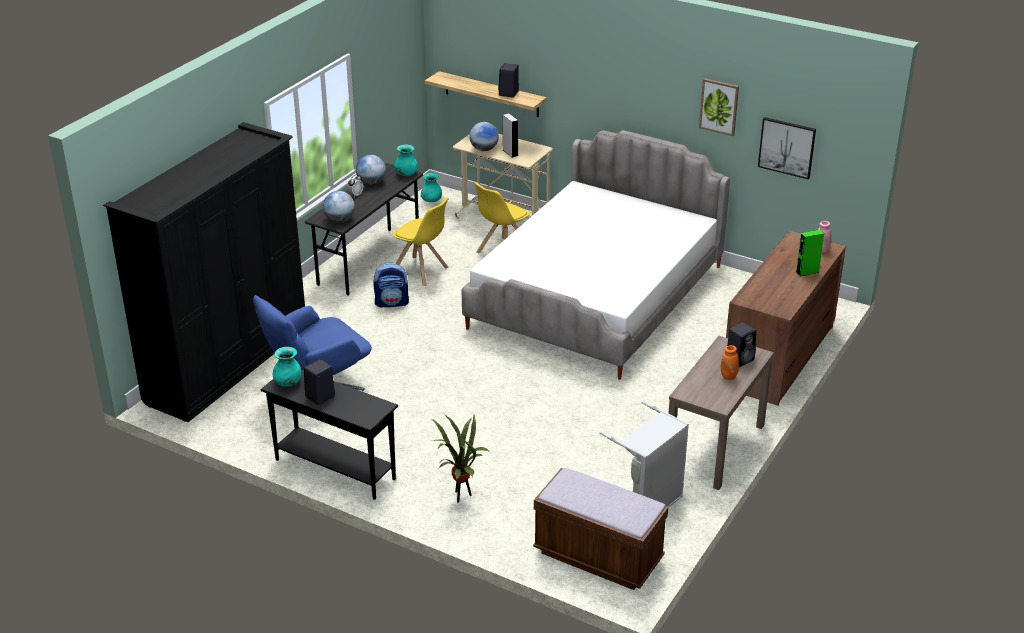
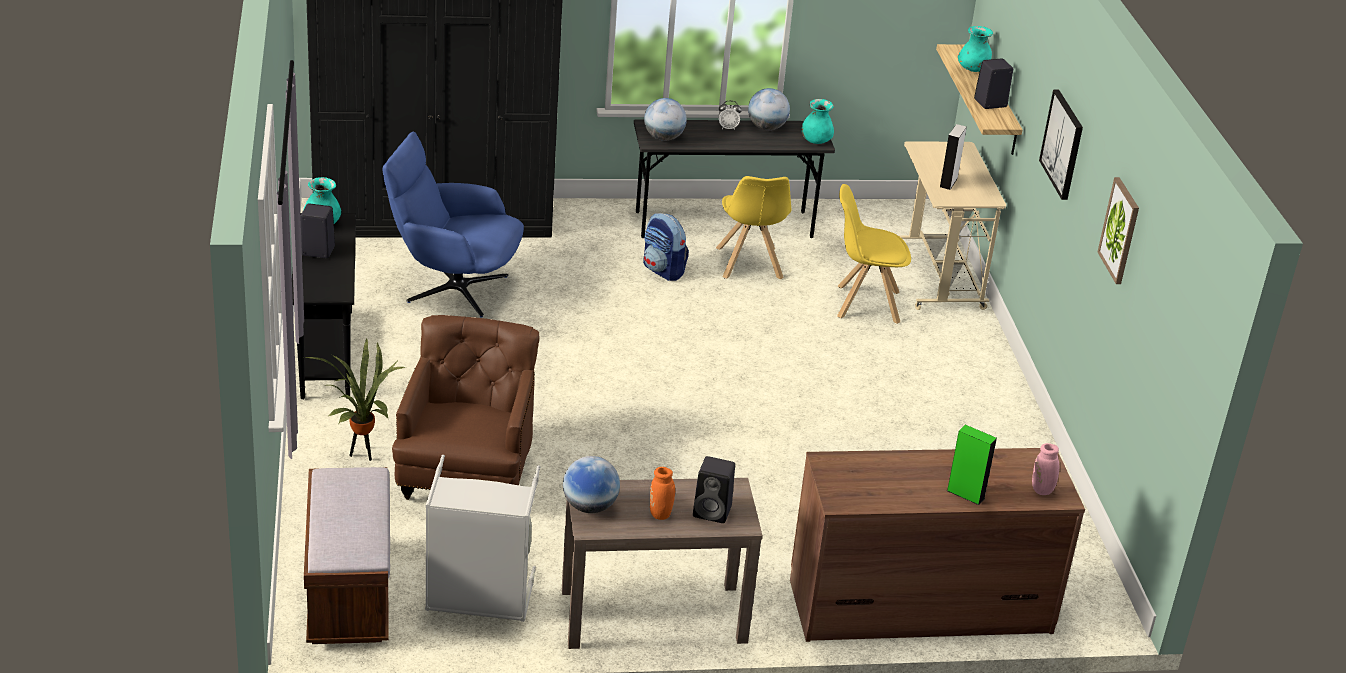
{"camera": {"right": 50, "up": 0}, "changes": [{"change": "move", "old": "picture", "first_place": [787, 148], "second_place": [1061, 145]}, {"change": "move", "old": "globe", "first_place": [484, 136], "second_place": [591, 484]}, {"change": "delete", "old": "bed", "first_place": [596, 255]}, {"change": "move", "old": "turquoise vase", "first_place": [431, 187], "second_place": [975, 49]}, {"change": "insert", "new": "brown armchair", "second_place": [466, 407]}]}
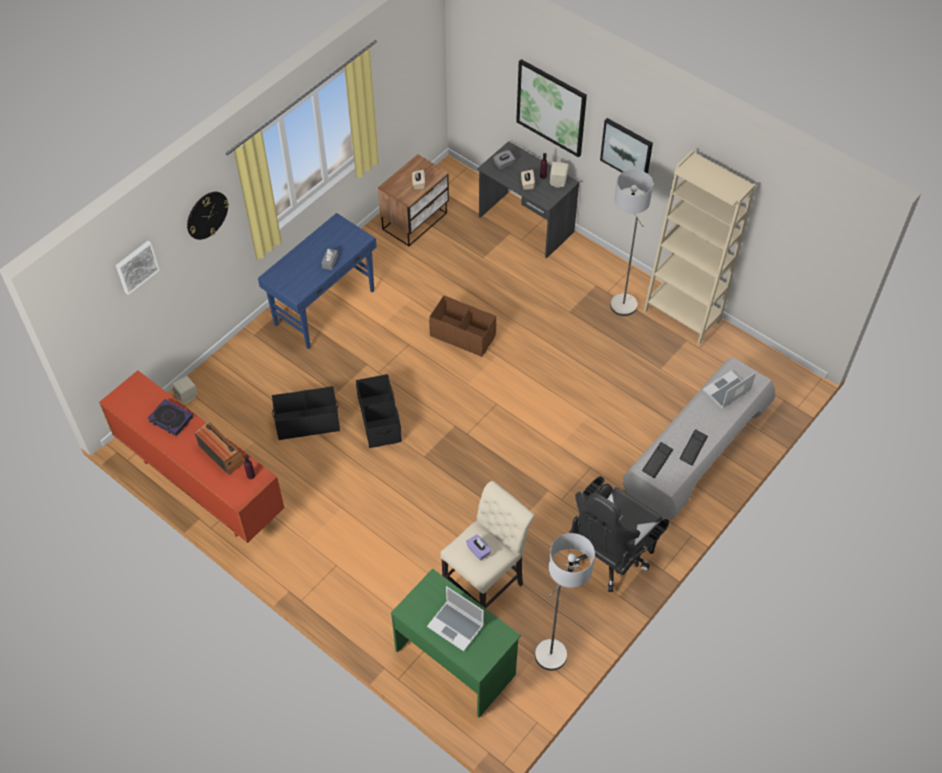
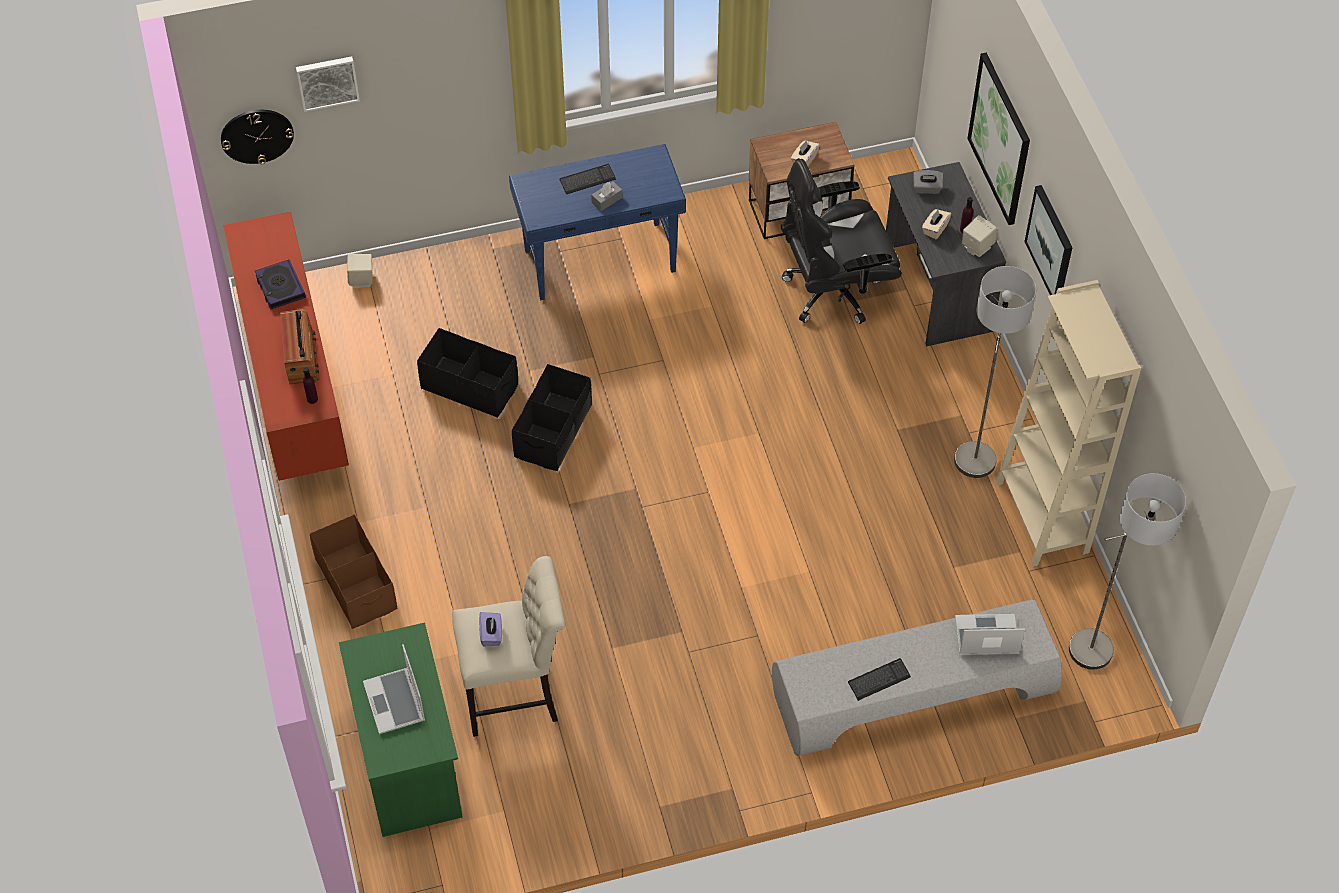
{"camera": {"right": 35, "up": 0}, "changes": [{"change": "move", "old": "wall clock", "first_place": [208, 216], "second_place": [257, 137]}, {"change": "move", "old": "brown storage box", "first_place": [462, 326], "second_place": [353, 571]}, {"change": "move", "old": "keyboard", "first_place": [657, 460], "second_place": [588, 179]}, {"change": "move", "old": "black office chair", "first_place": [619, 534], "second_place": [841, 241]}, {"change": "move", "old": "grey floor lamp", "first_place": [565, 602], "second_place": [1127, 571]}]}
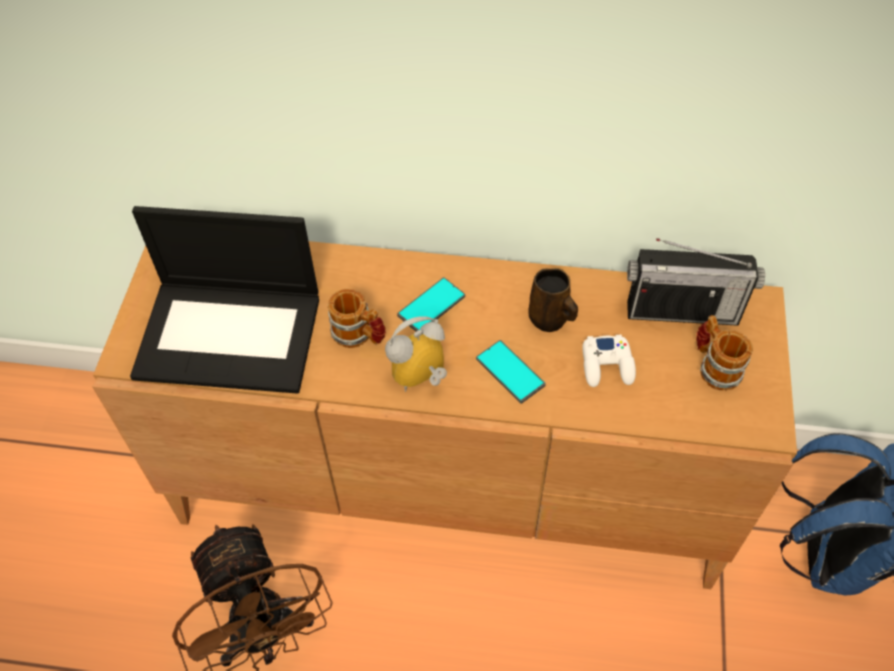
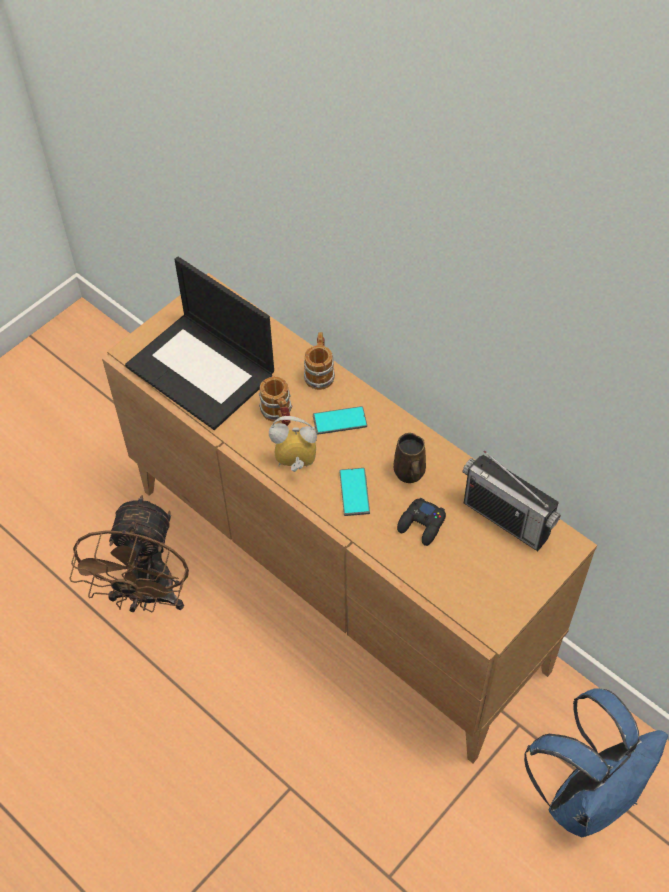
{"camera": {"right": 35, "up": 0}, "changes": [{"change": "move", "old": "mug", "first_place": [724, 353], "second_place": [319, 361]}, {"change": "recolor", "old": "white game controller", "new": "black game controller", "first_place": [609, 361], "second_place": [421, 521]}]}
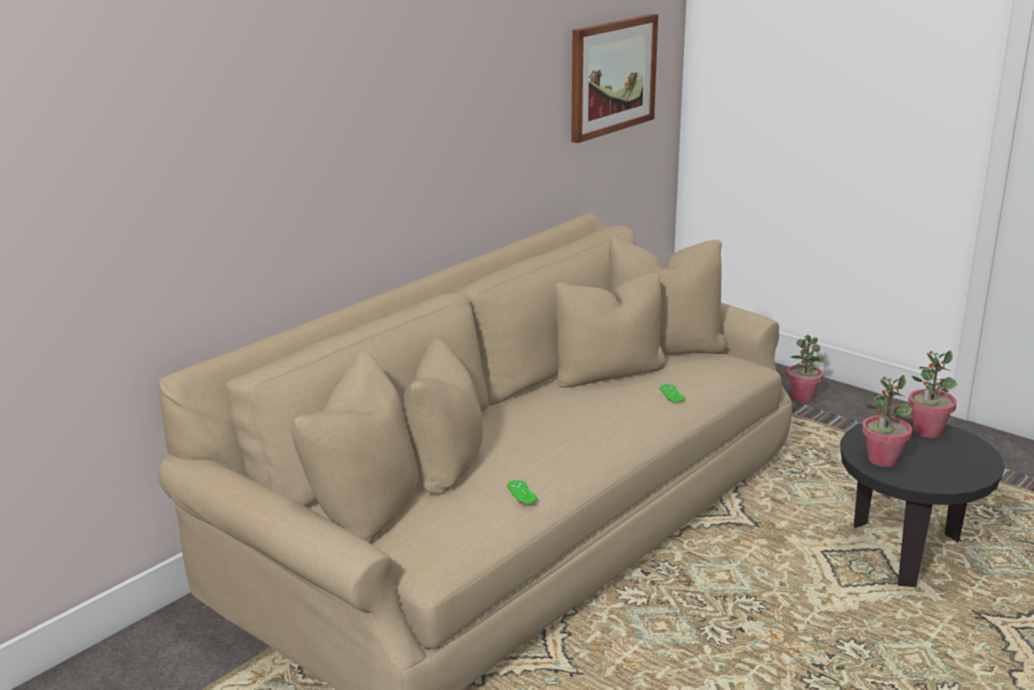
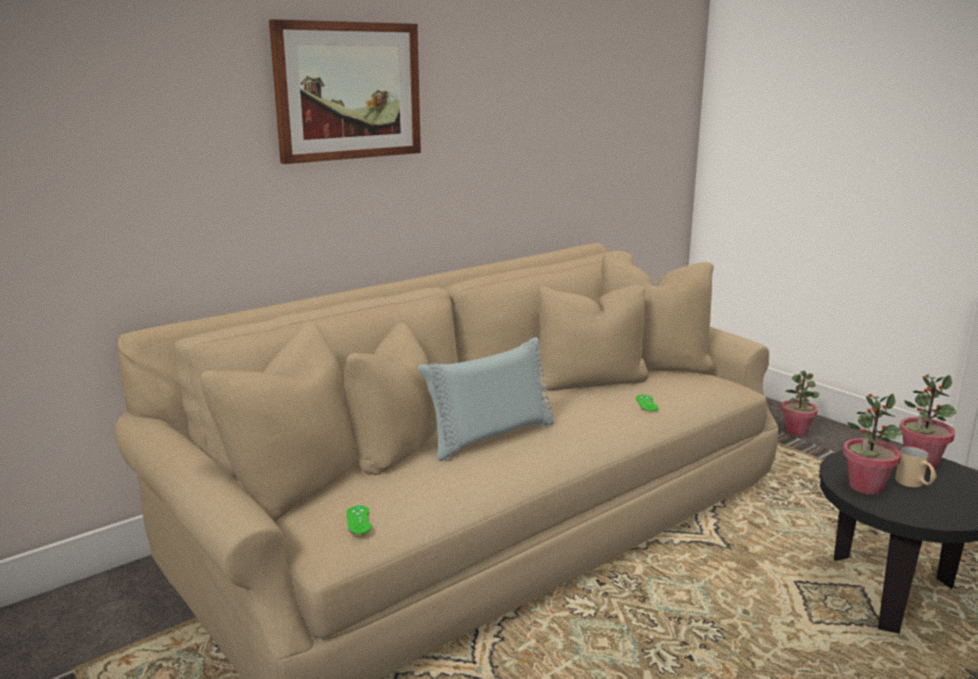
{"camera": {"right": 10, "up": -5}, "changes": [{"change": "move", "old": "picture", "first_place": [614, 78], "second_place": [345, 91]}, {"change": "move", "old": "green game controller", "first_place": [522, 492], "second_place": [359, 520]}, {"change": "insert", "new": "blue pillow", "second_place": [486, 399]}, {"change": "insert", "new": "beige mug", "second_place": [915, 467]}]}
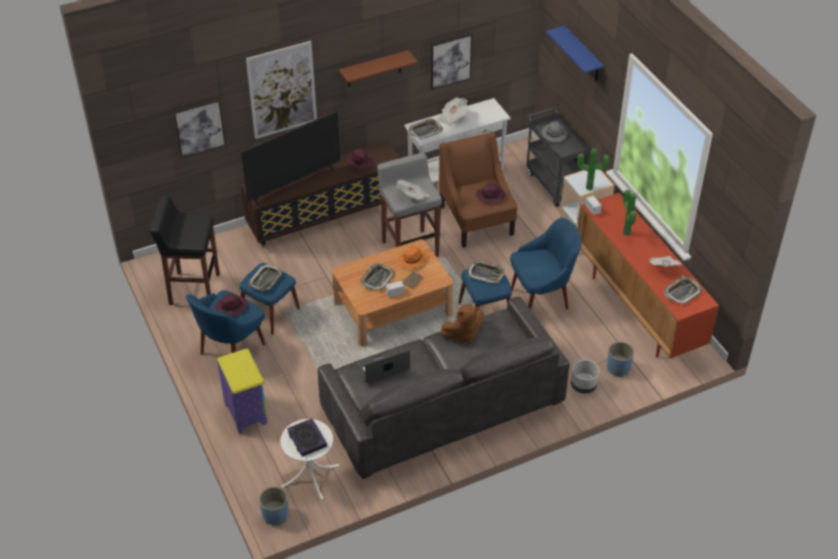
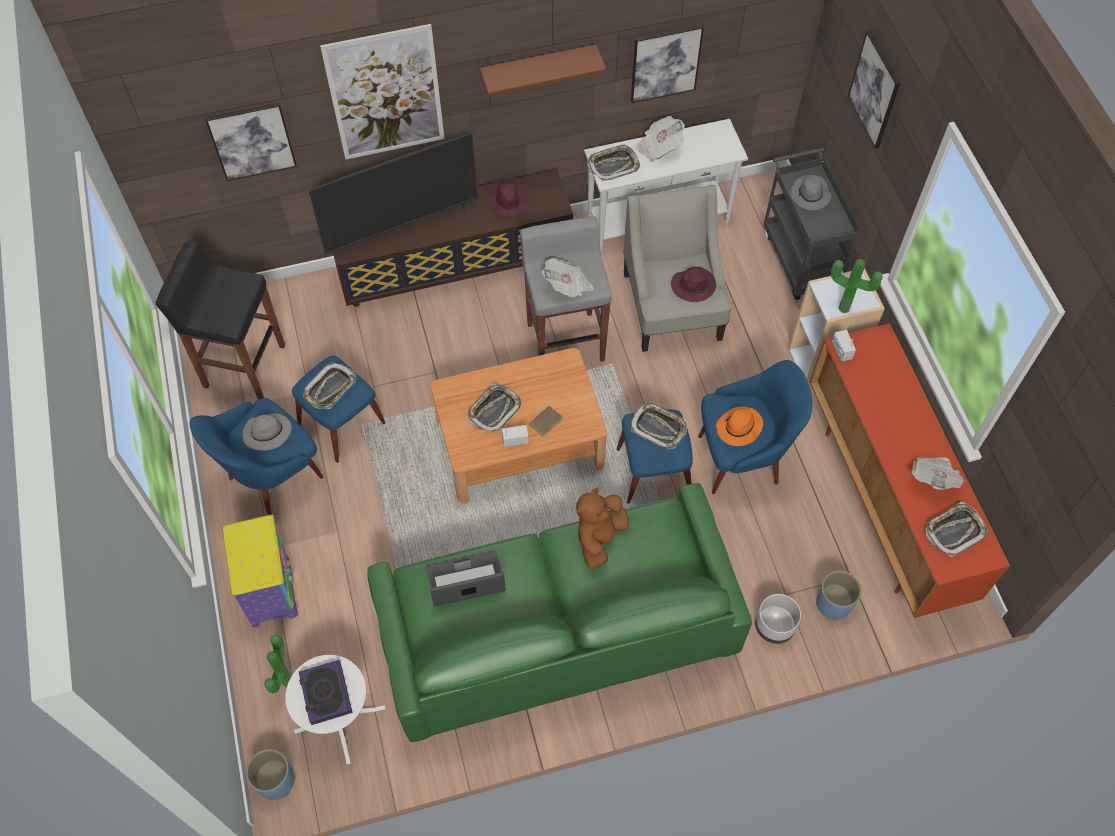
{"camera": {"right": 10, "up": 15}, "changes": [{"change": "replace", "old": "blue shelf", "new": "picture", "first_place": [575, 53], "second_place": [874, 89]}, {"change": "recolor", "old": "brown armchair", "new": "grey armchair", "first_place": [478, 190], "second_place": [677, 268]}, {"change": "move", "old": "potted plant", "first_place": [629, 212], "second_place": [278, 664]}, {"change": "move", "old": "orange hat", "first_place": [412, 257], "second_place": [739, 426]}, {"change": "recolor", "old": "purple hat", "new": "grey hat", "first_place": [231, 305], "second_place": [267, 431]}, {"change": "recolor", "old": "grey sofa", "new": "green sofa", "first_place": [444, 387], "second_place": [559, 612]}, {"change": "rotate", "old": "brown plush toy", "first_place": [462, 324], "second_place": [602, 528], "degrees": 135}]}
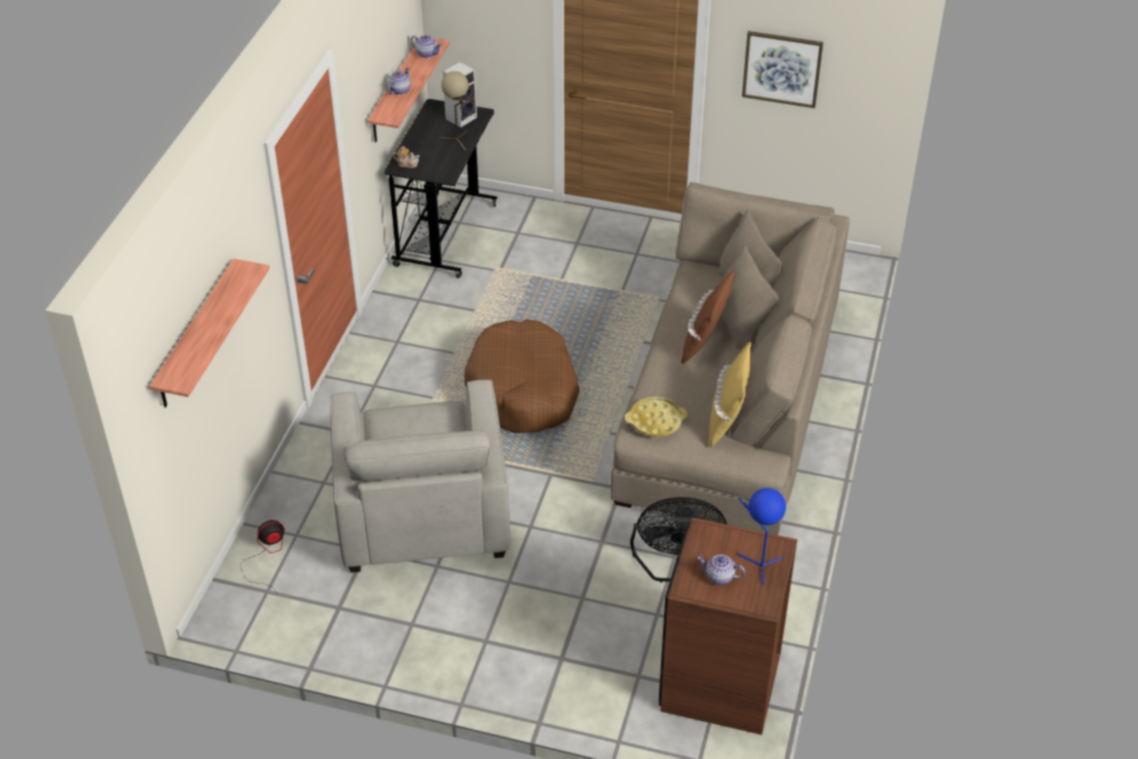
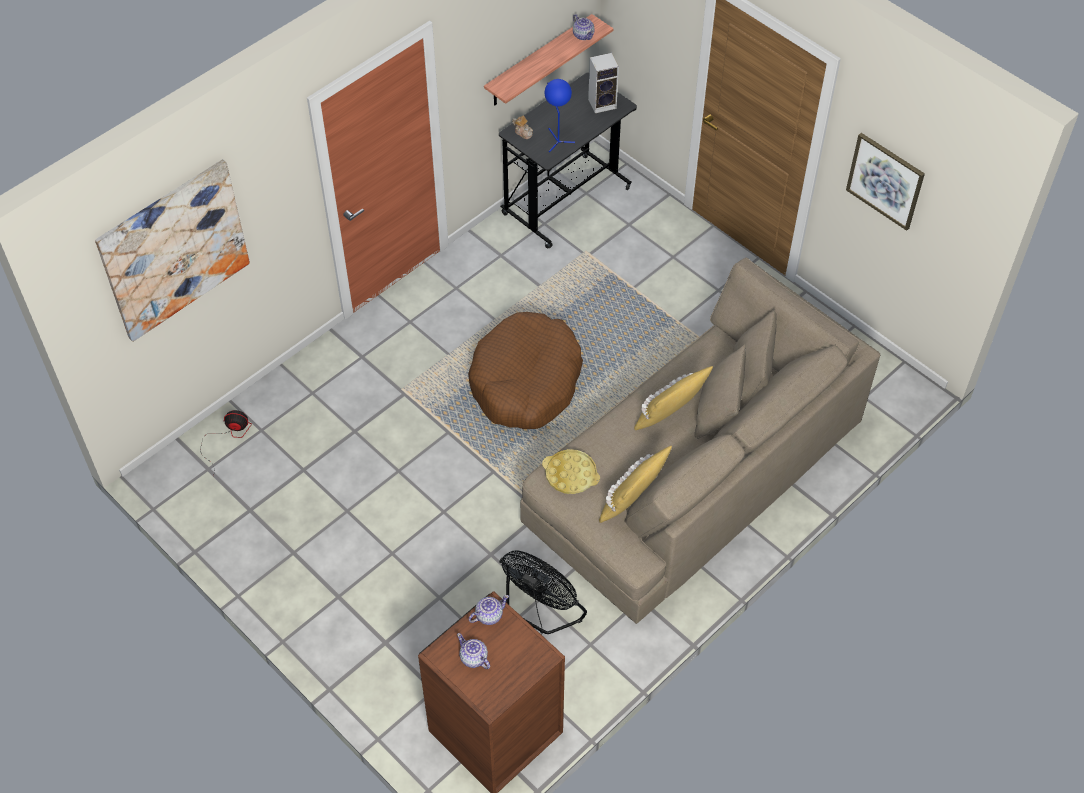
{"camera": {"right": 30, "up": 10}, "changes": [{"change": "move", "old": "teapot", "first_place": [399, 81], "second_place": [489, 610]}, {"change": "delete", "old": "beige table lamp", "first_place": [454, 111]}, {"change": "replace", "old": "shelf", "new": "picture", "first_place": [209, 333], "second_place": [172, 250]}, {"change": "recolor", "old": "brown pillow", "new": "yellow pillow", "first_place": [708, 316], "second_place": [673, 398]}, {"change": "delete", "old": "grey armchair", "first_place": [420, 476]}, {"change": "move", "old": "blue table lamp", "first_place": [761, 536], "second_place": [560, 115]}]}
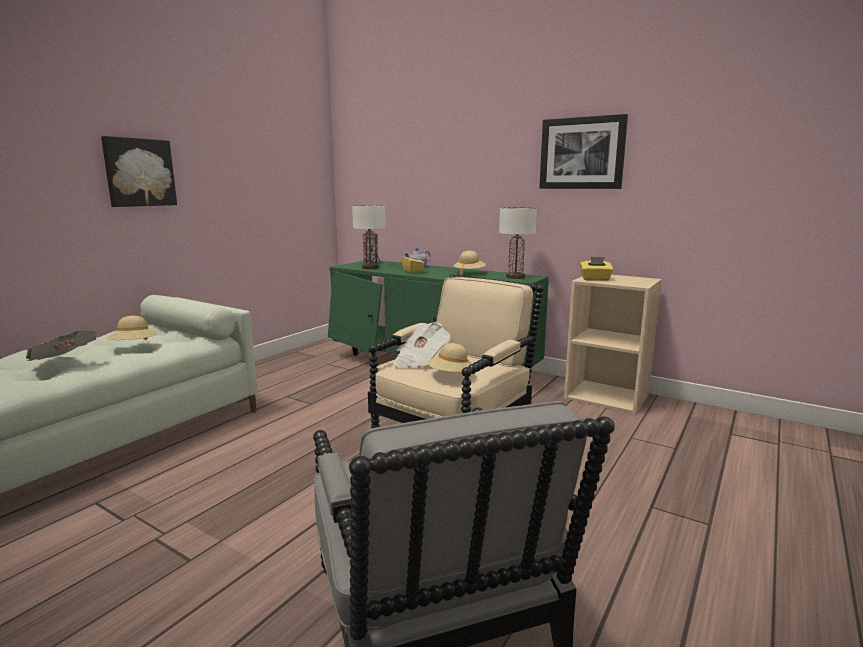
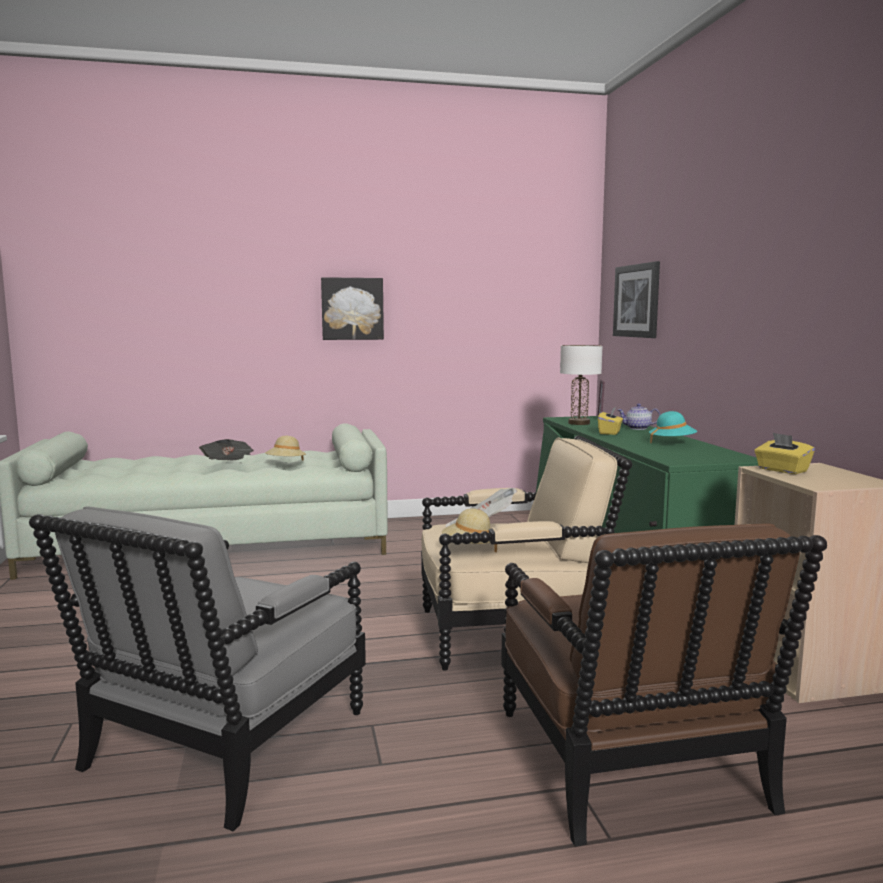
{"camera": {"right": 45, "up": -5}, "changes": [{"change": "move", "old": "picture", "first_place": [583, 151], "second_place": [636, 299]}, {"change": "delete", "old": "table lamp", "first_place": [518, 243]}, {"change": "recolor", "old": "beige hat", "new": "turquoise hat", "first_place": [469, 263], "second_place": [673, 427]}, {"change": "insert", "new": "brown armchair", "second_place": [664, 685]}]}
